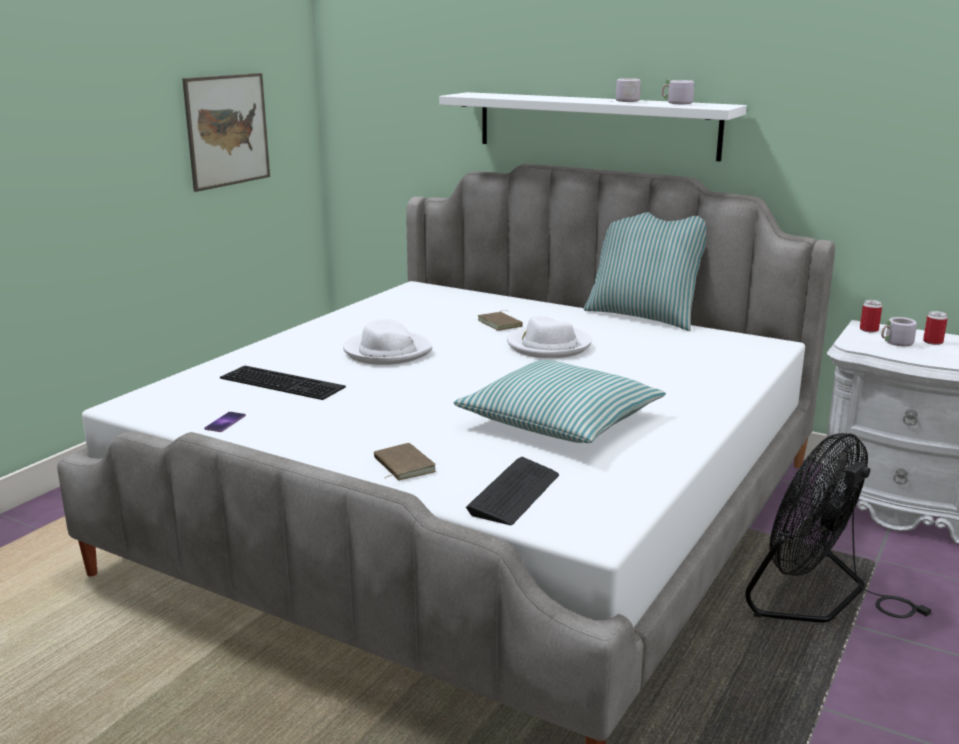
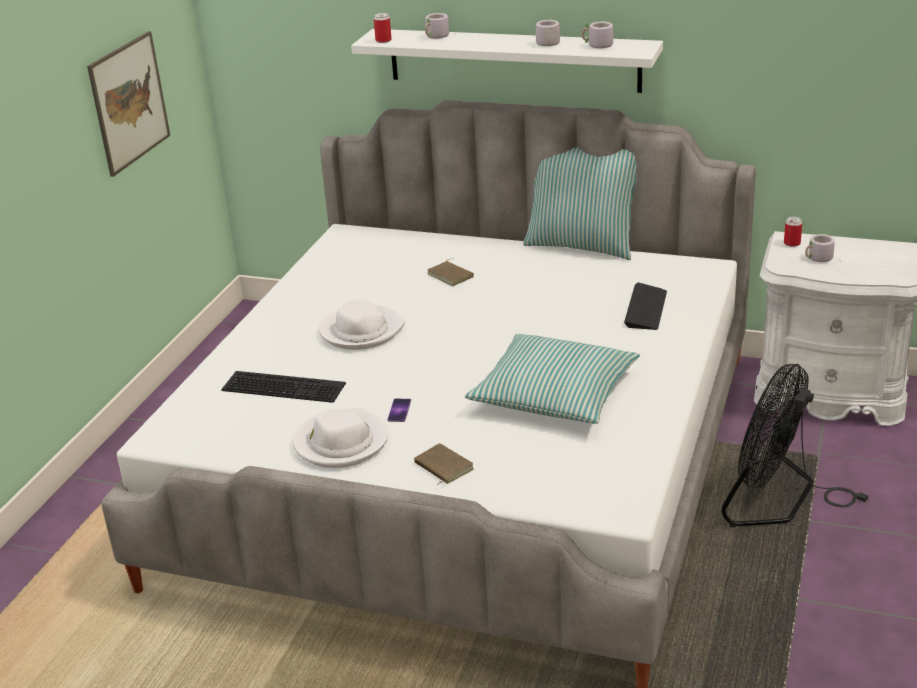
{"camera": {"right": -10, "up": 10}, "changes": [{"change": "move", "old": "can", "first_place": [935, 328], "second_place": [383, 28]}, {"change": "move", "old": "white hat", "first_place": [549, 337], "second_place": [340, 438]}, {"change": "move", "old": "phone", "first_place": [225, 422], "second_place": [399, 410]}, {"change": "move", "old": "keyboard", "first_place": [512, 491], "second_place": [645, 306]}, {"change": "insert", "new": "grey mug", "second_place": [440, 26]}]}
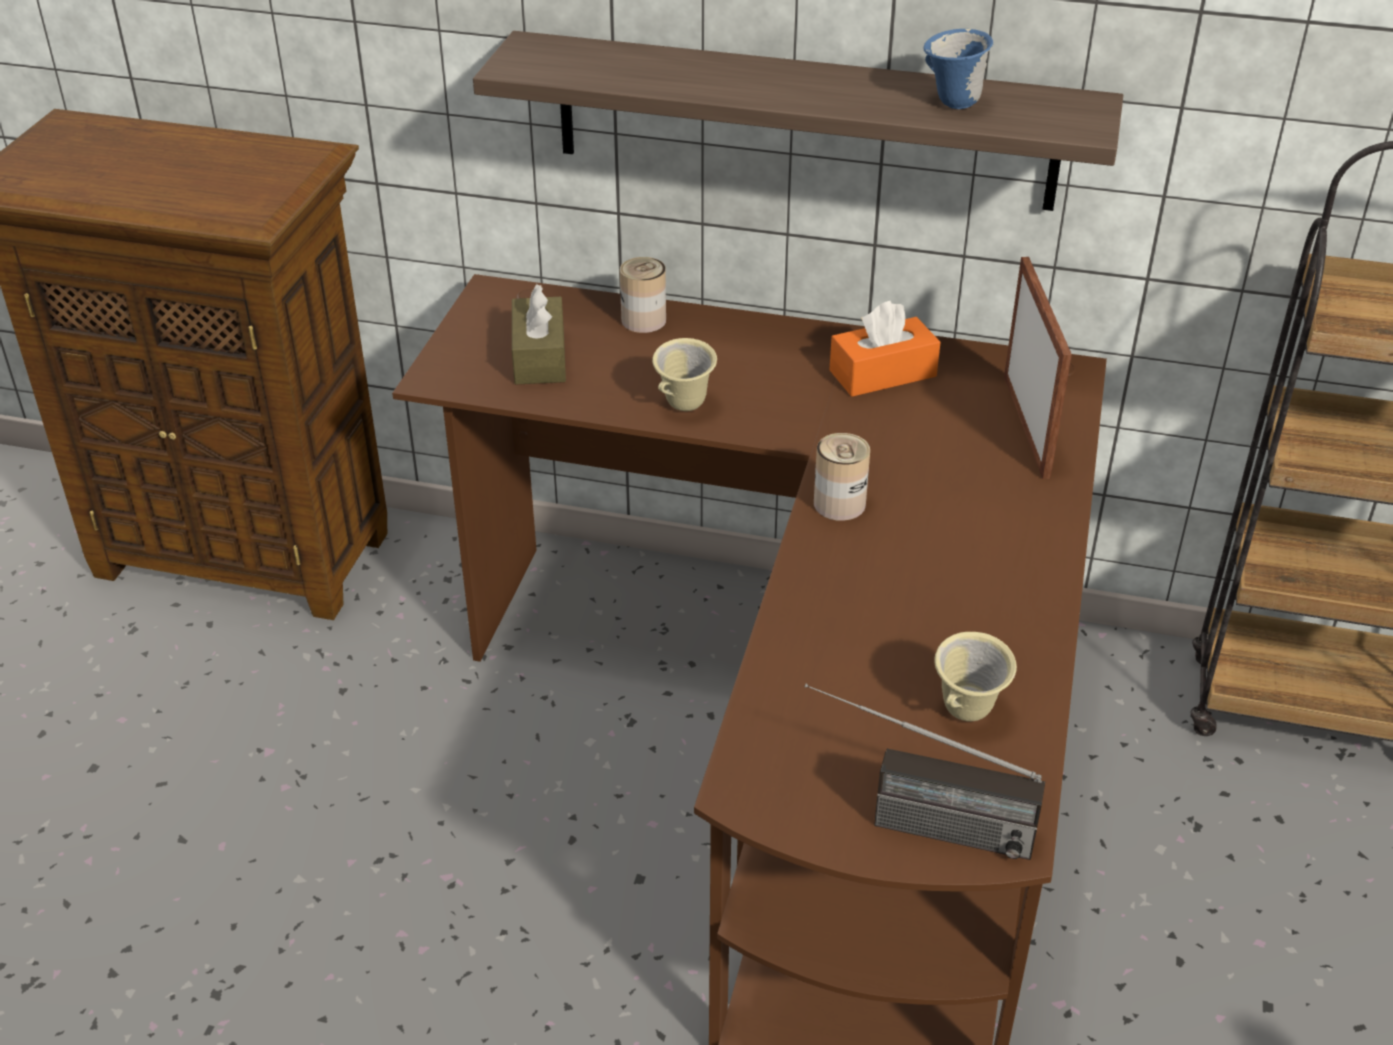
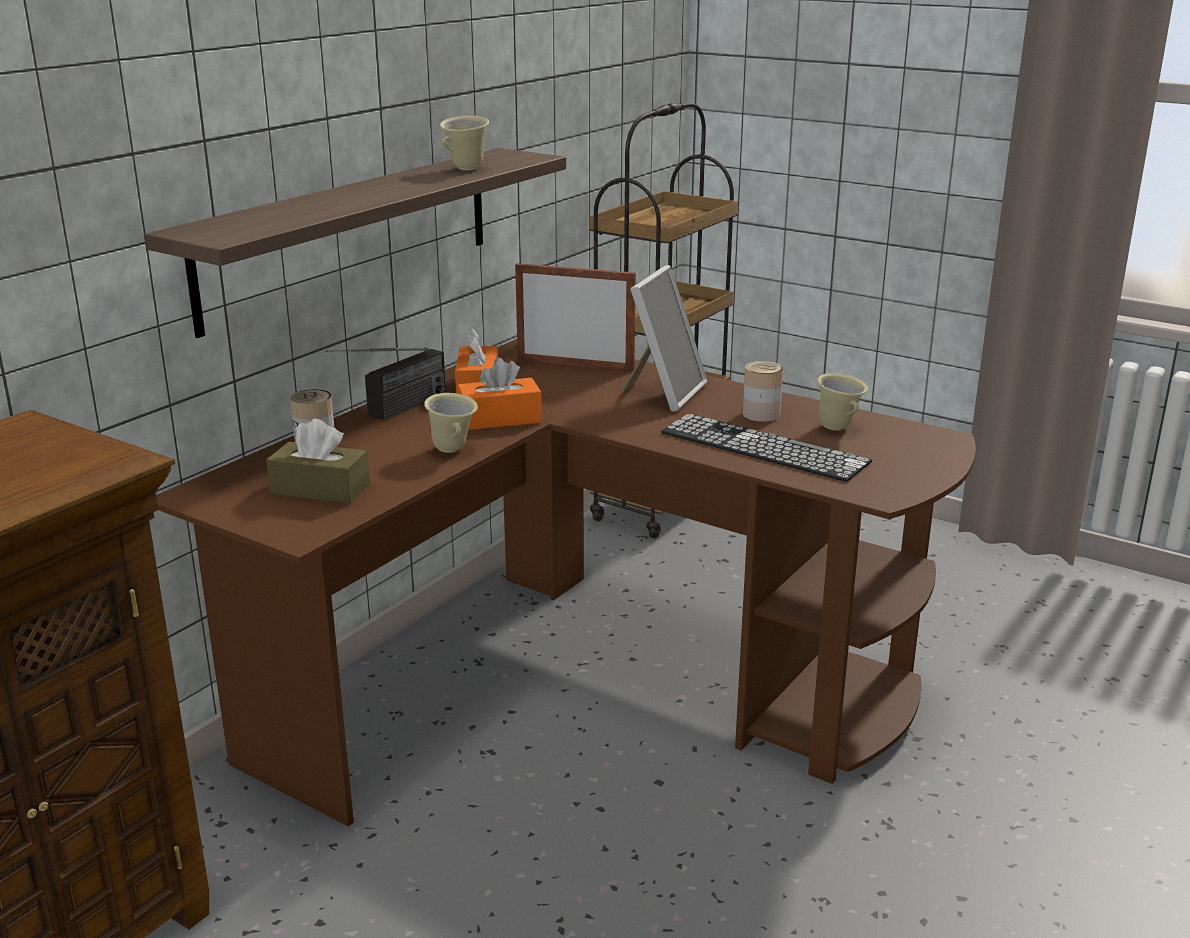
{"camera": {"right": -70, "up": -15}, "changes": [{"change": "recolor", "old": "blue mug", "new": "beige mug", "first_place": [958, 69], "second_place": [464, 143]}, {"change": "move", "old": "can", "first_place": [842, 477], "second_place": [763, 391]}, {"change": "move", "old": "radio", "first_place": [924, 772], "second_place": [385, 384]}, {"change": "insert", "new": "picture frame", "second_place": [663, 338]}, {"change": "insert", "new": "orange tissue box", "second_place": [499, 393]}, {"change": "insert", "new": "keyboard", "second_place": [766, 448]}]}
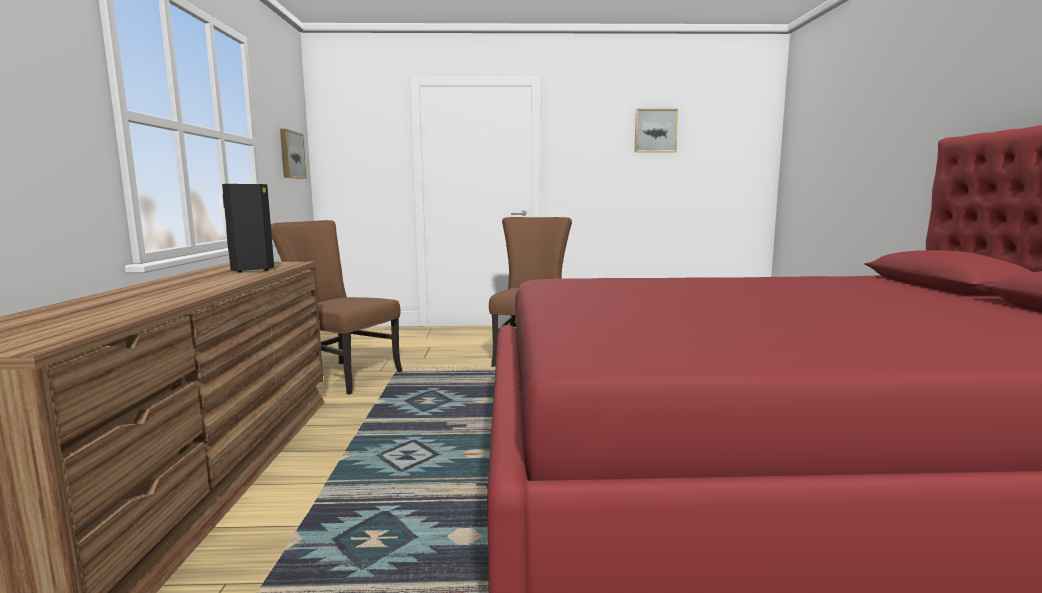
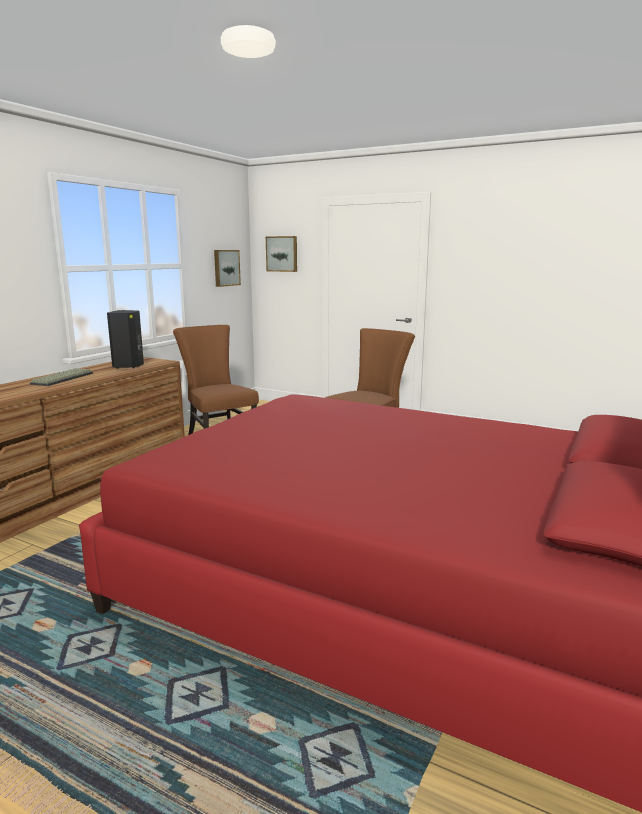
{"camera": {"right": 30, "up": 5}, "changes": [{"change": "move", "old": "picture", "first_place": [656, 130], "second_place": [281, 254]}, {"change": "insert", "new": "keyboard", "second_place": [61, 377]}]}
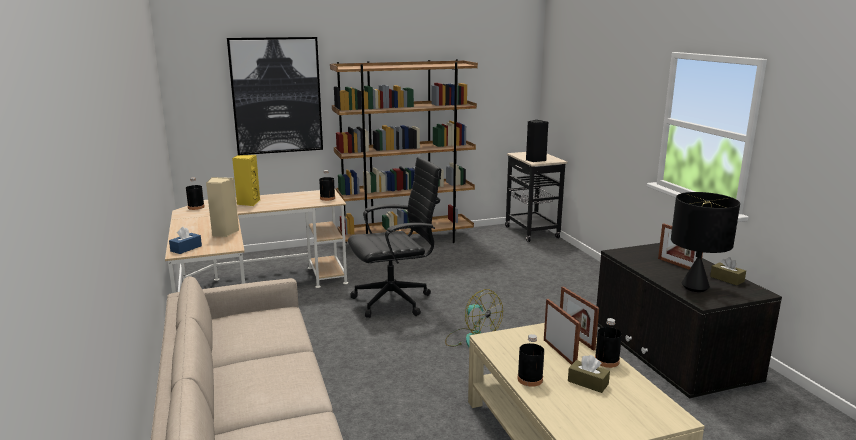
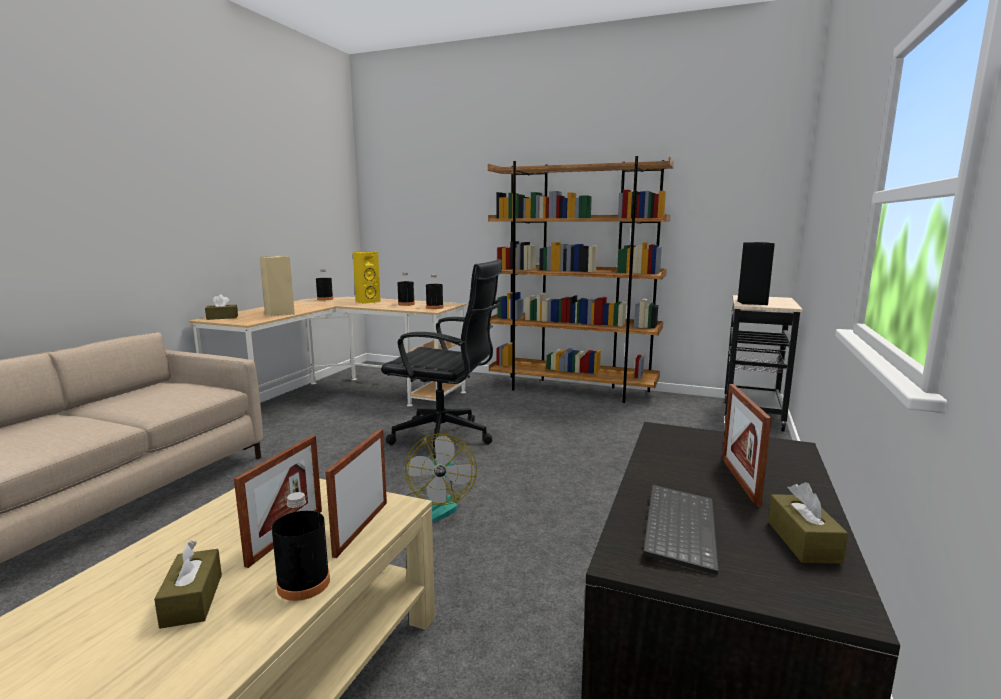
{"camera": {"right": 40, "up": -5}, "changes": [{"change": "delete", "old": "picture", "first_place": [275, 96]}, {"change": "replace", "old": "black table lamp", "new": "keyboard", "first_place": [705, 242], "second_place": [681, 530]}, {"change": "recolor", "old": "blue tissue box", "new": "brown tissue box", "first_place": [185, 240], "second_place": [221, 307]}, {"change": "move", "old": "black bottle", "first_place": [530, 360], "second_place": [406, 289]}]}
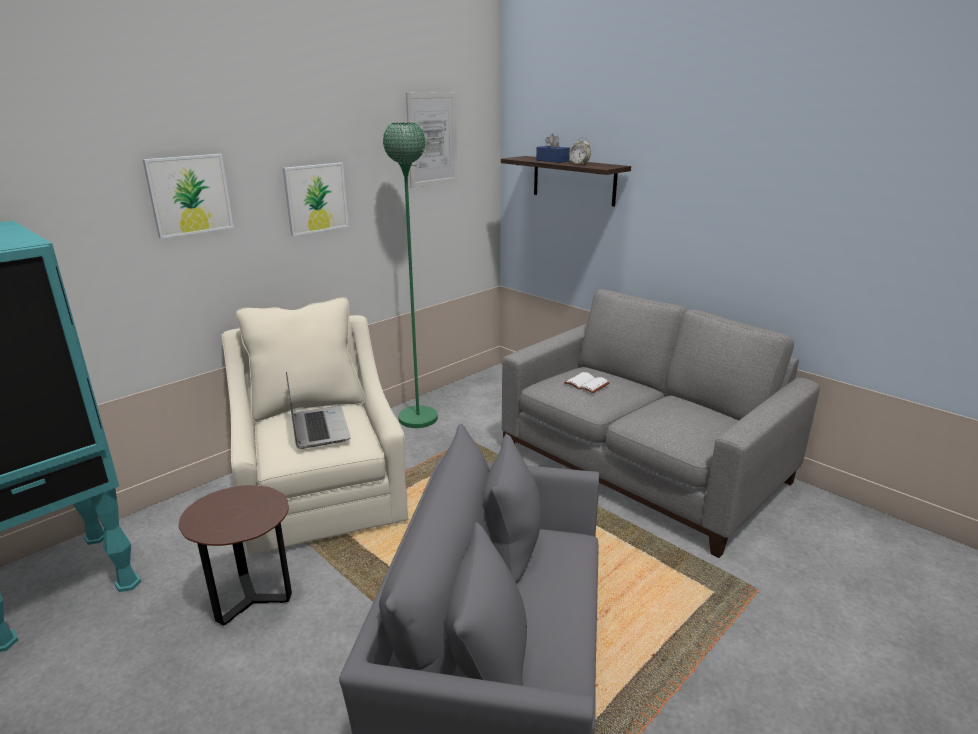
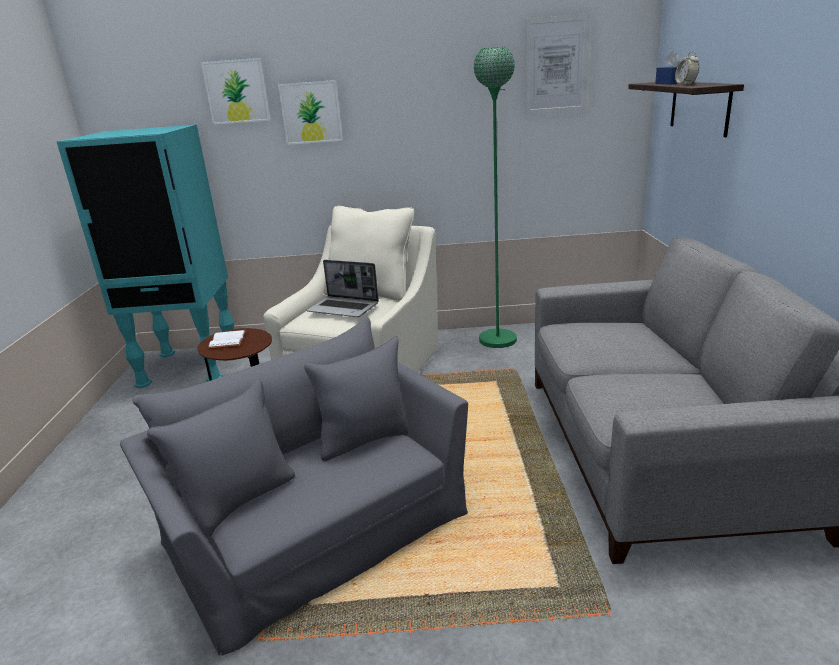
{"camera": {"right": 45, "up": 0}, "changes": [{"change": "move", "old": "picture", "first_place": [316, 199], "second_place": [236, 91]}, {"change": "rotate", "old": "laptop", "first_place": [318, 410], "second_place": [342, 288], "degrees": 90}, {"change": "move", "old": "white book", "first_place": [587, 382], "second_place": [227, 339]}]}
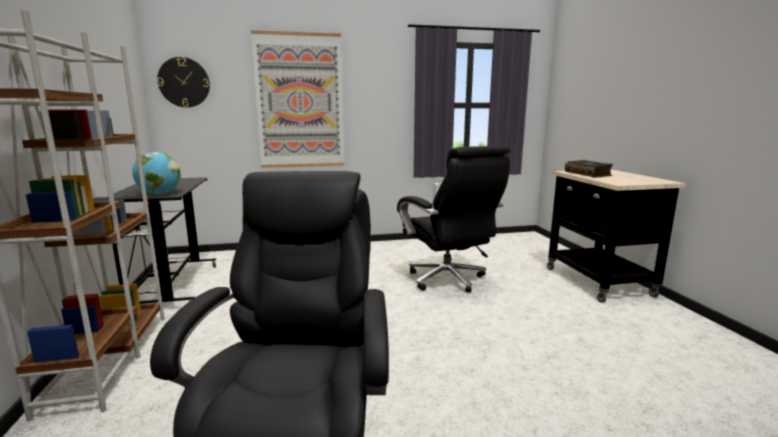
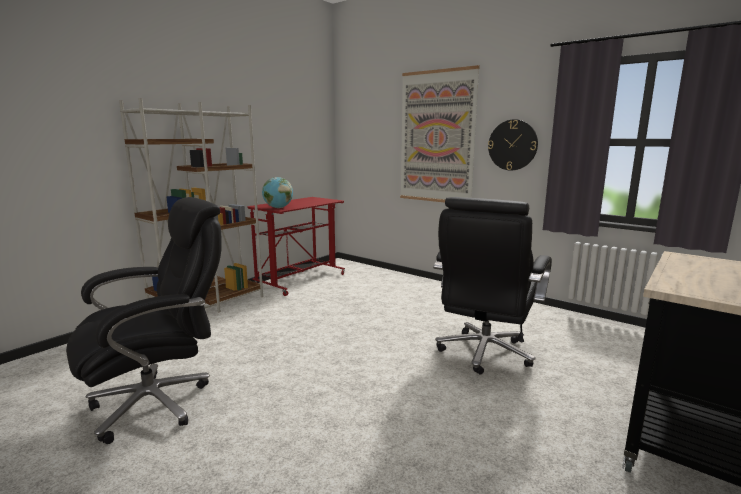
{"camera": {"right": 50, "up": 0}, "changes": [{"change": "move", "old": "wall clock", "first_place": [183, 82], "second_place": [513, 145]}, {"change": "delete", "old": "book", "first_place": [589, 169]}, {"change": "recolor", "old": "black desk", "new": "red desk", "first_place": [161, 240], "second_place": [296, 246]}]}
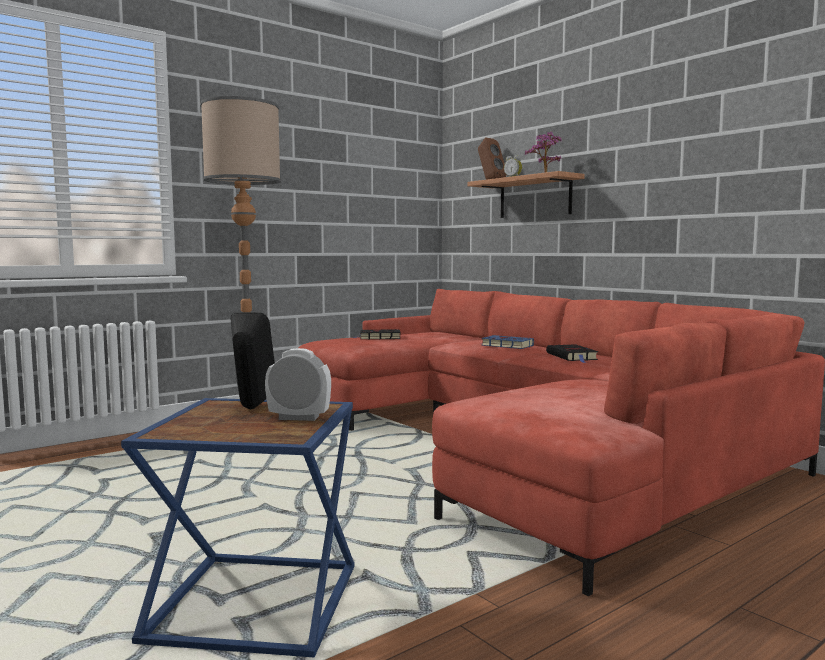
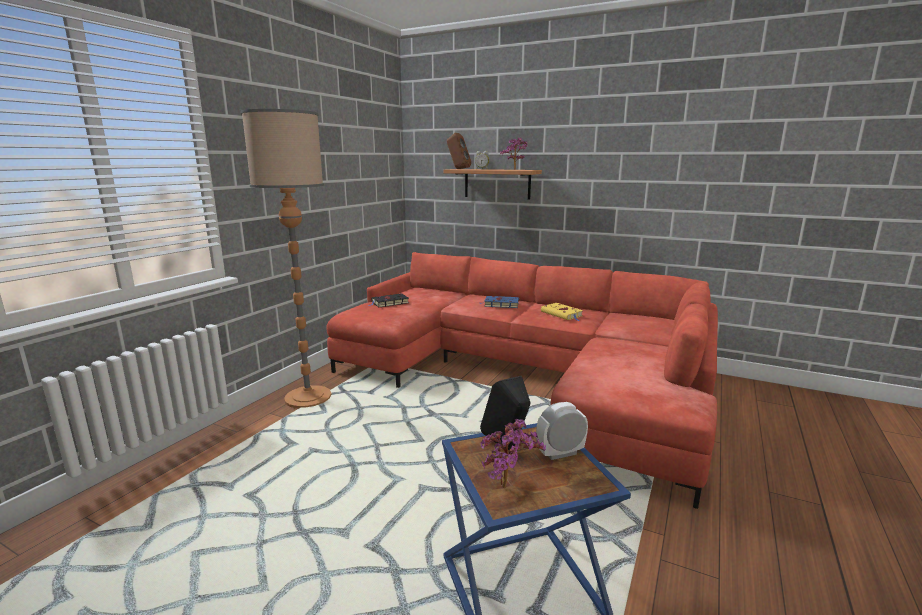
{"camera": {"right": -25, "up": 10}, "changes": [{"change": "recolor", "old": "black book", "new": "yellow book", "first_place": [572, 353], "second_place": [562, 312]}, {"change": "insert", "new": "potted plant", "second_place": [513, 453]}]}
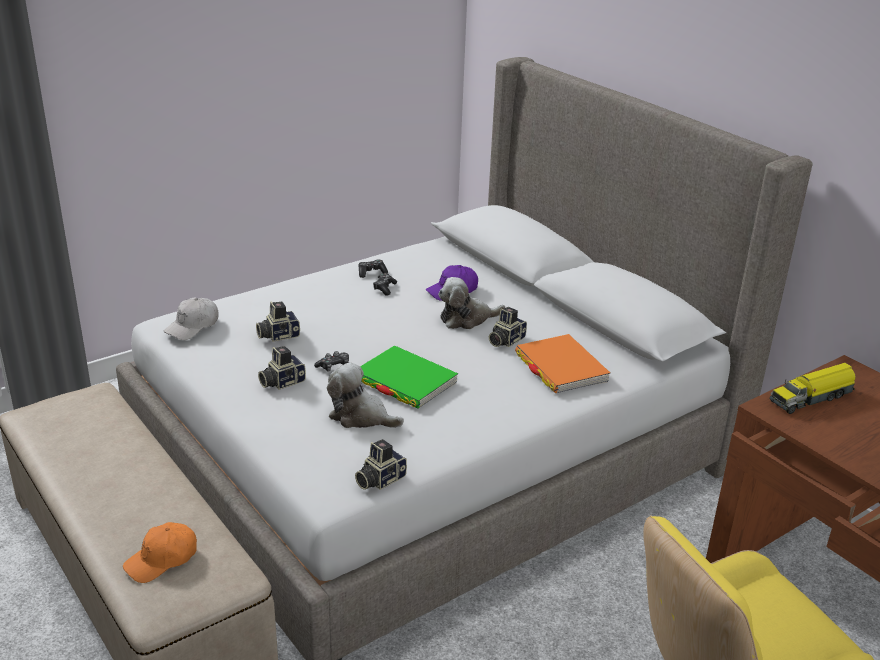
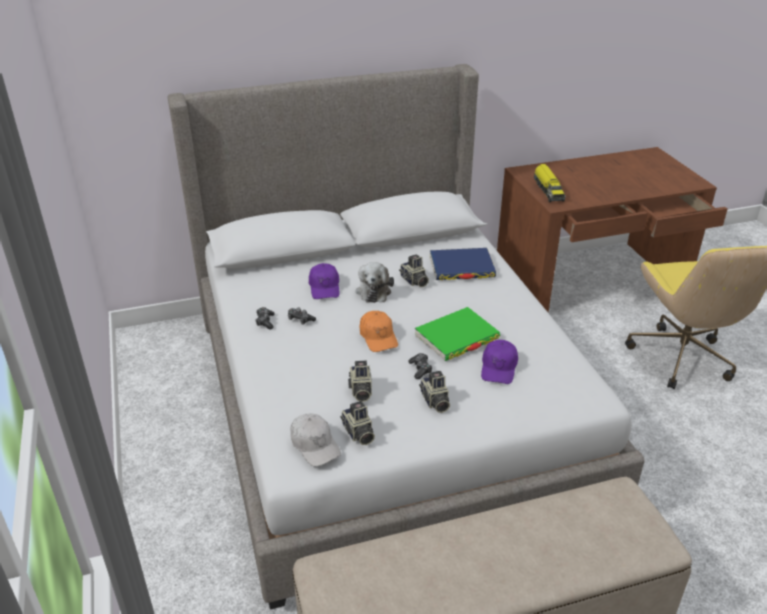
{"camera": {"right": -70, "up": 5}, "changes": [{"change": "recolor", "old": "orange book", "new": "blue book", "first_place": [562, 363], "second_place": [463, 264]}, {"change": "replace", "old": "plush toy", "new": "purple cap", "first_place": [365, 395], "second_place": [499, 362]}, {"change": "move", "old": "photo camera", "first_place": [381, 464], "second_place": [357, 423]}, {"change": "move", "old": "orange cap", "first_place": [160, 552], "second_place": [379, 331]}]}
